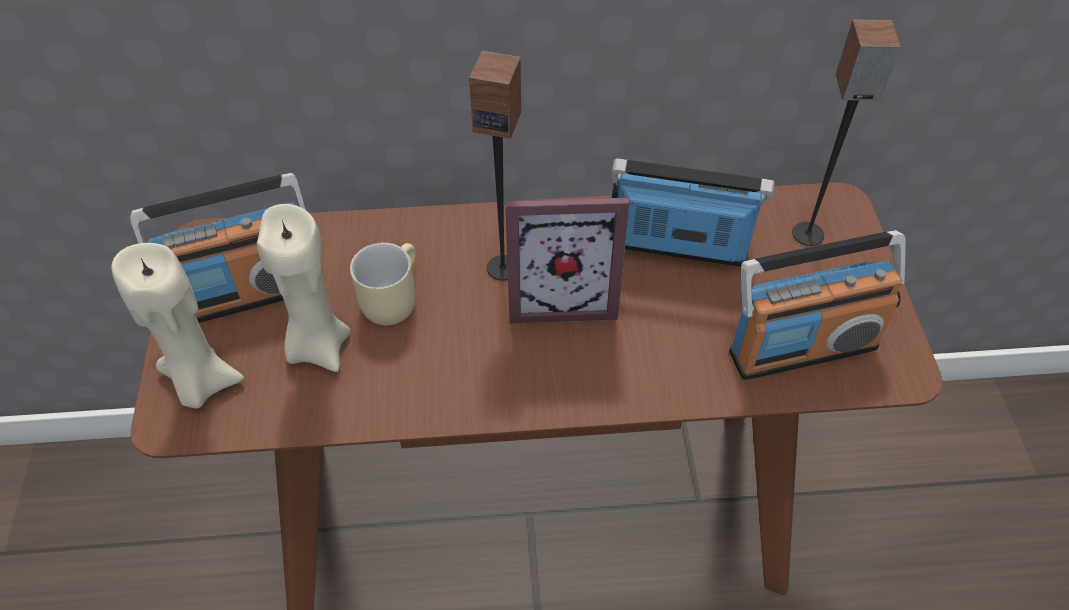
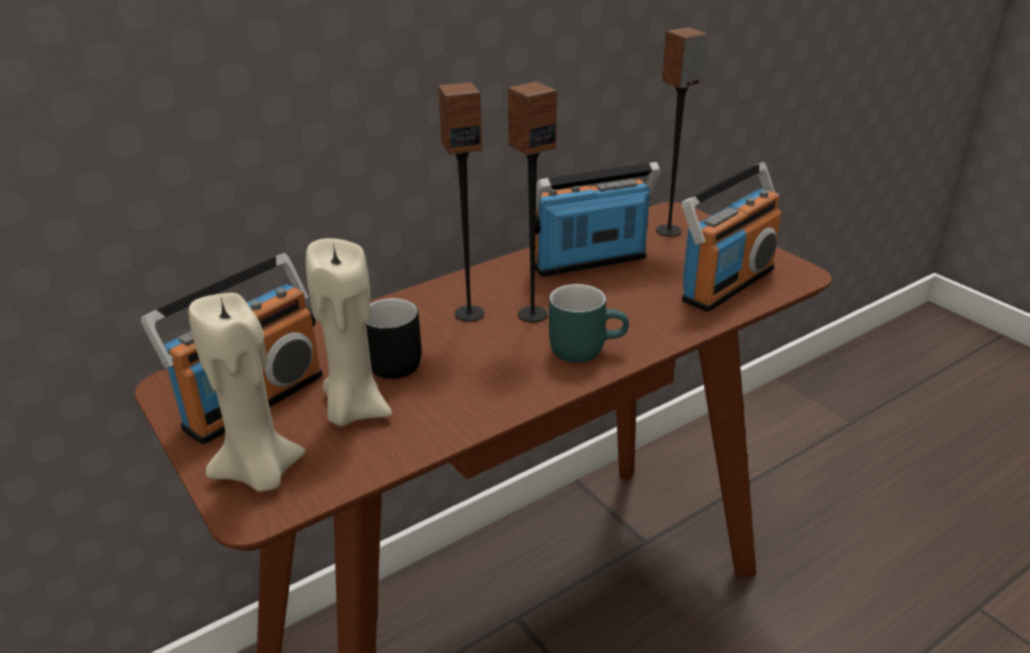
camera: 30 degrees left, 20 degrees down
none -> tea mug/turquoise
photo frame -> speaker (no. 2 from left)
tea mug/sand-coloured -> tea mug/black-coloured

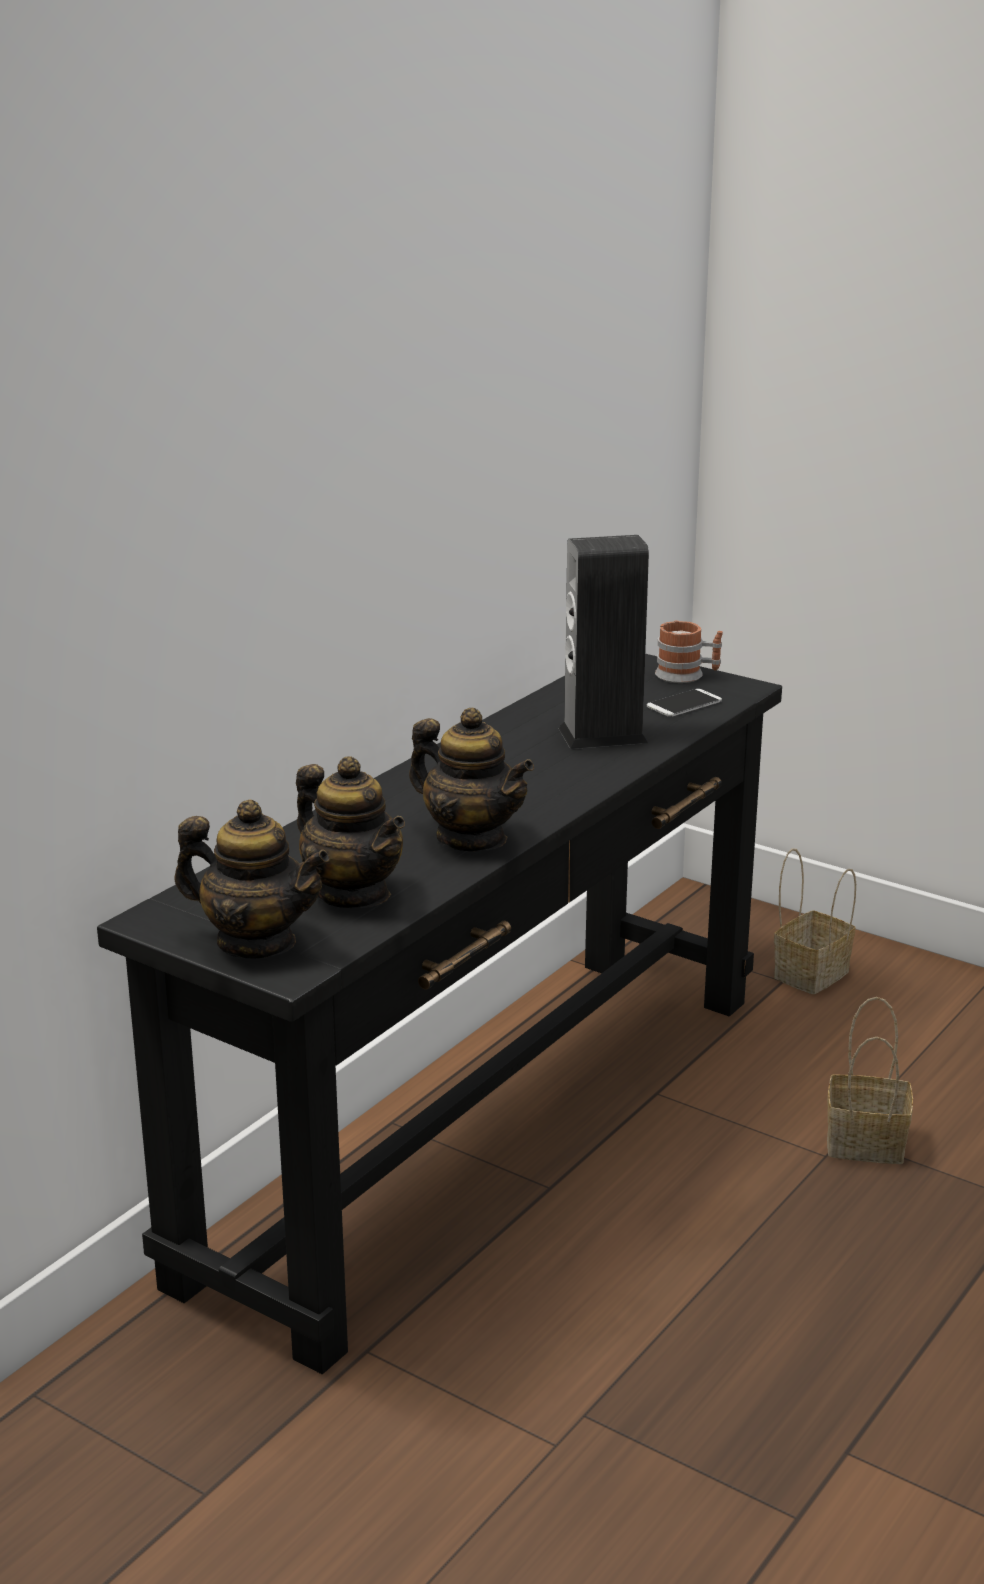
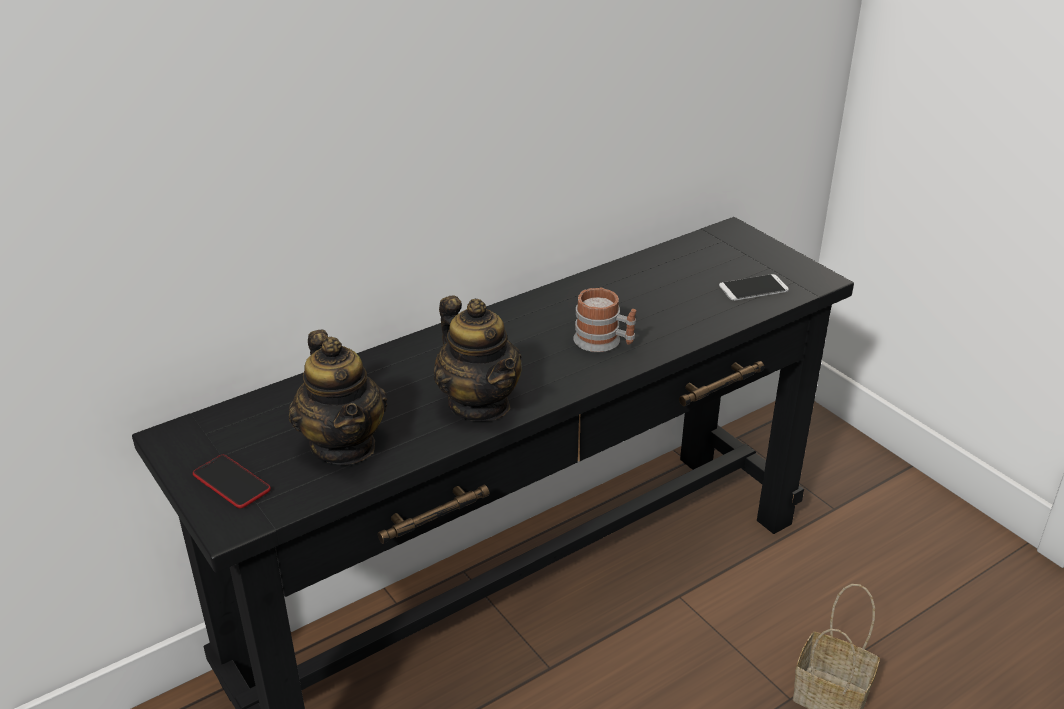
camera: 20 degrees right, 10 degrees up
speaker -> none
storage basket (no. 1 from left) -> none
tea mug, shifted
pot for tea (no. 1 from left) -> phone (no. 1 from left)

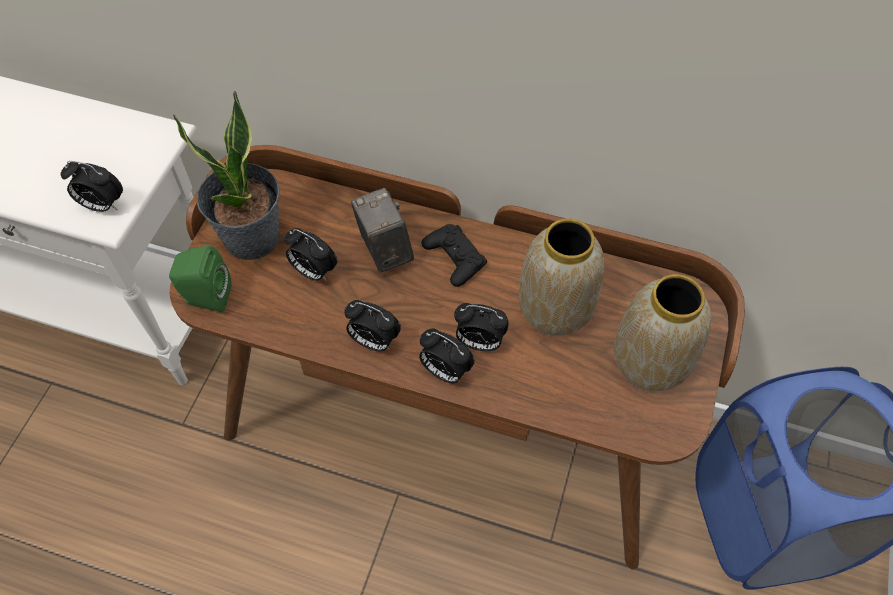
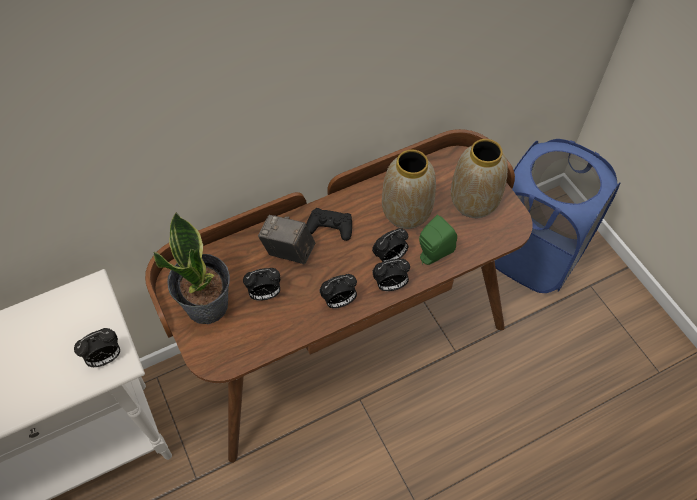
camera: 45 degrees left, 0 degrees up
speaker/green, shifted

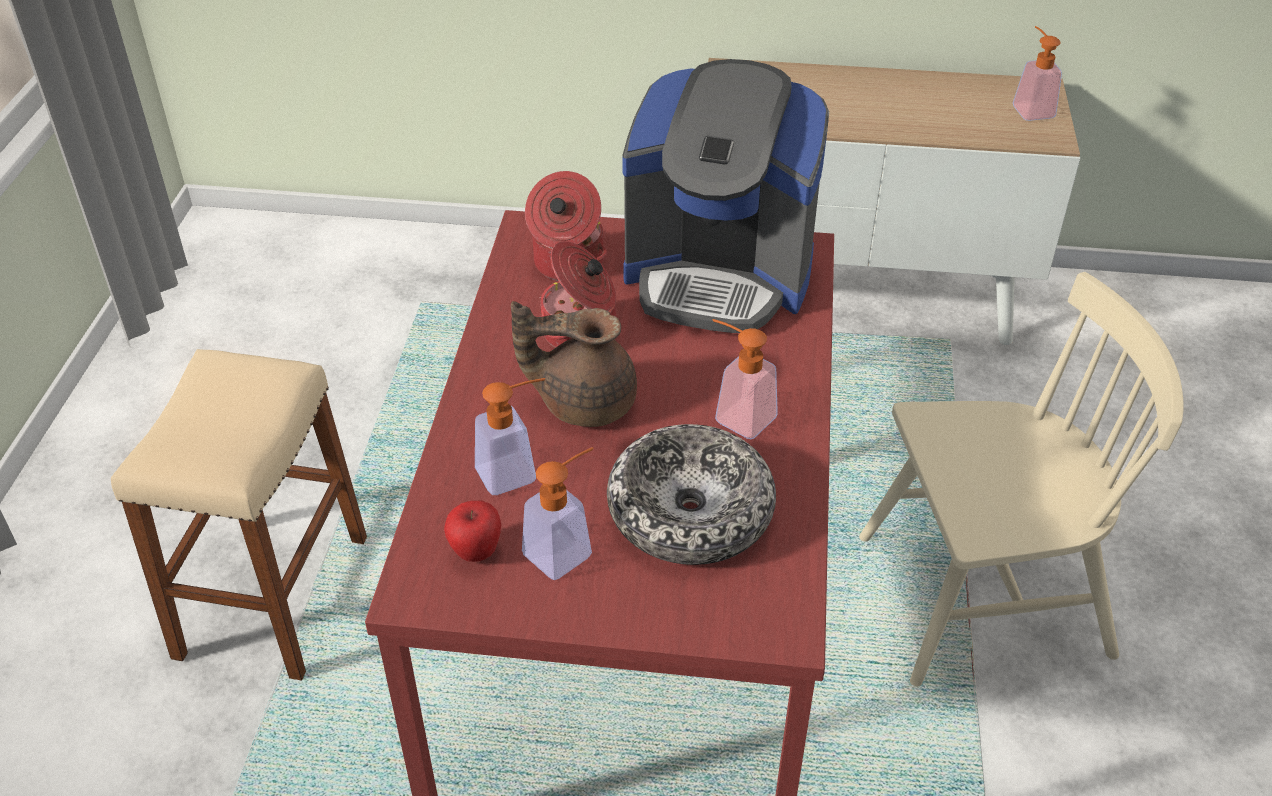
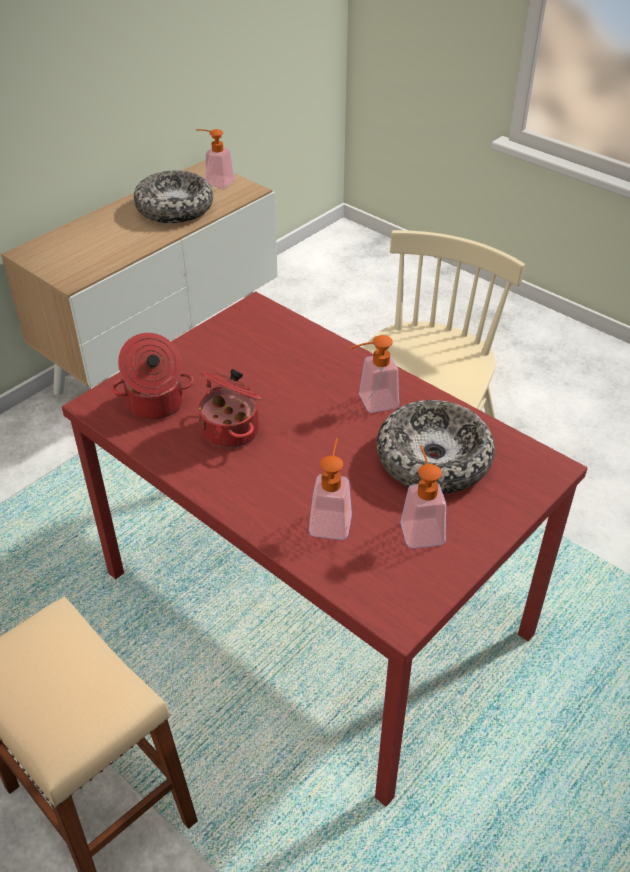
camera: 55 degrees left, 0 degrees up
whole apple -> none
pot for tea/brown -> none
coffee machine -> none
none -> serving bowl (no. 1 from left)

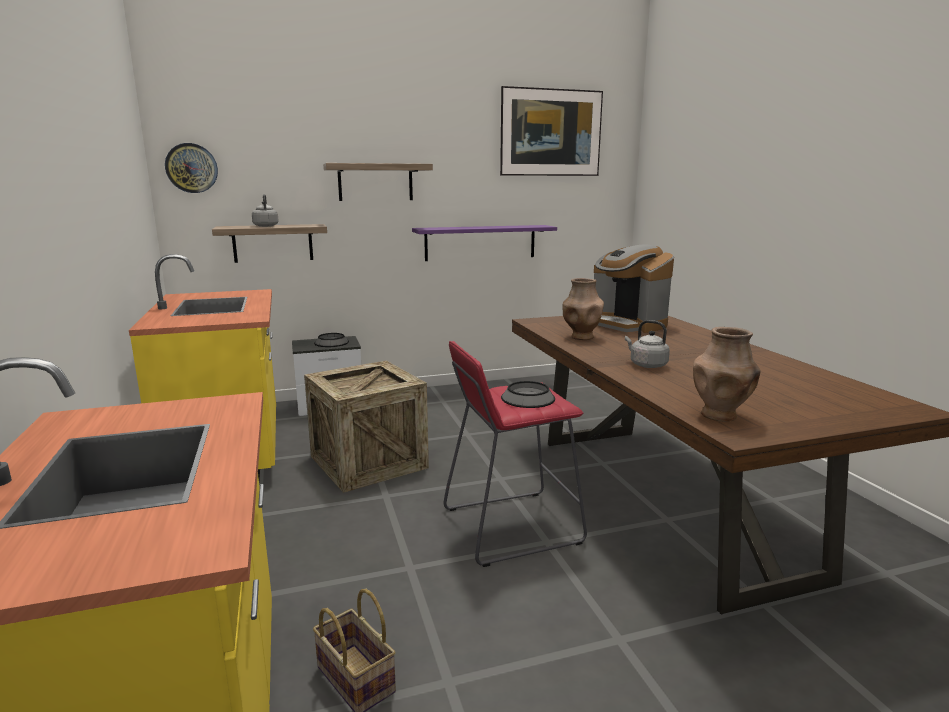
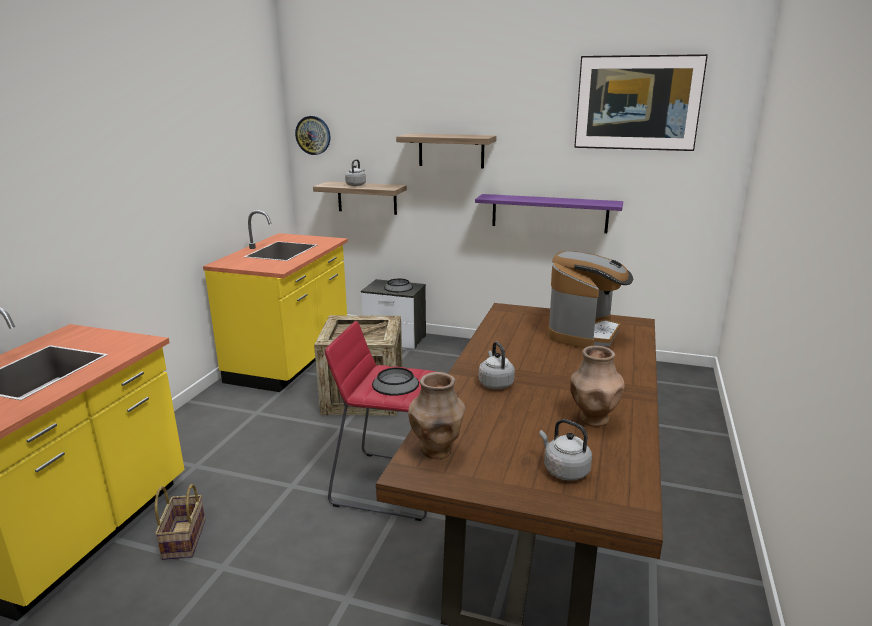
camera: 35 degrees right, 5 degrees up
none -> kettle/grey (no. 3 from left)
decorative vase/brown (no. 1 from left in the first image) -> decorative vase/brown (no. 2 from left), shifted
coffee machine, 150 degrees counterclockwise

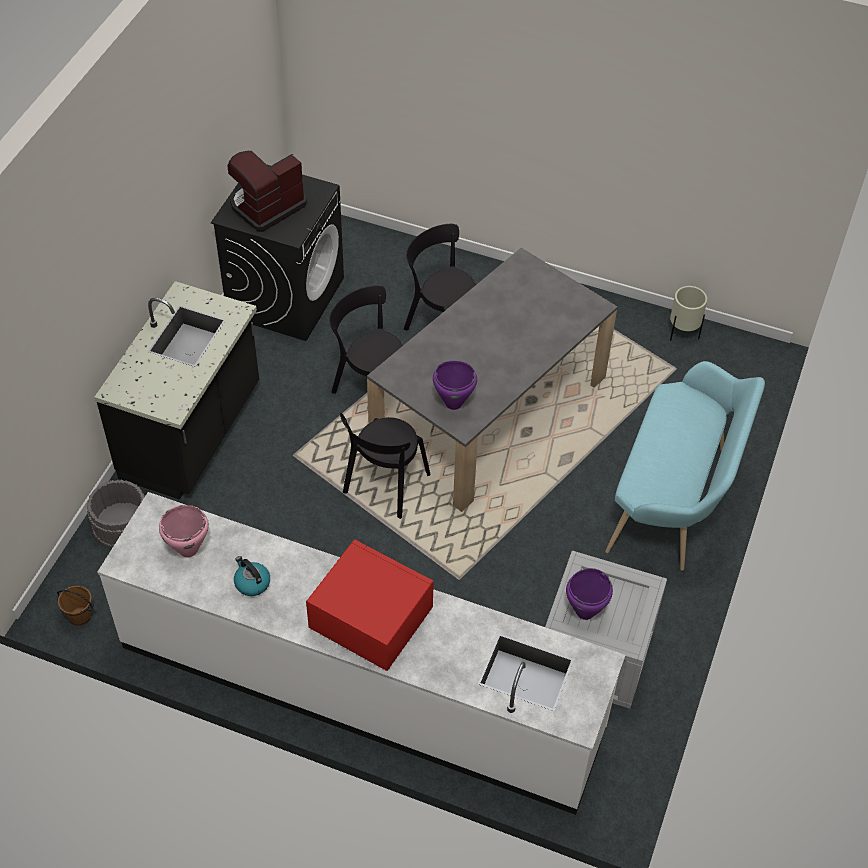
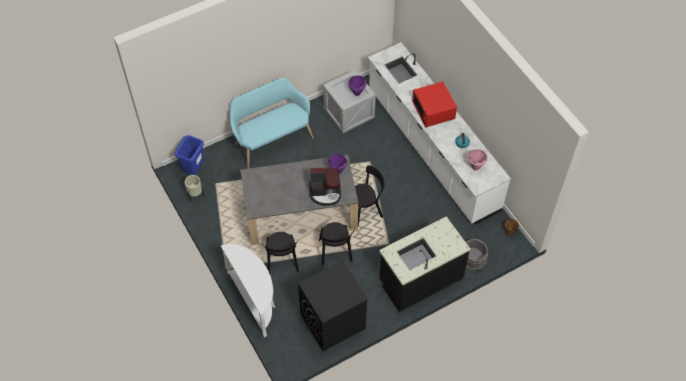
camera: 140 degrees left, 5 degrees up
none -> rubbish bin/blue-coloured
none -> console table/white
coffee machine, shifted

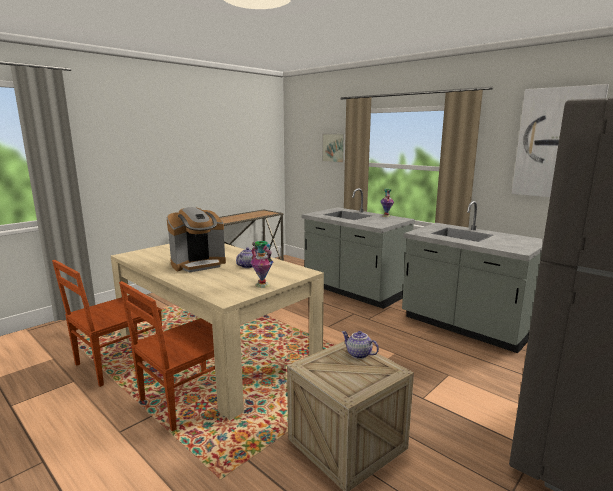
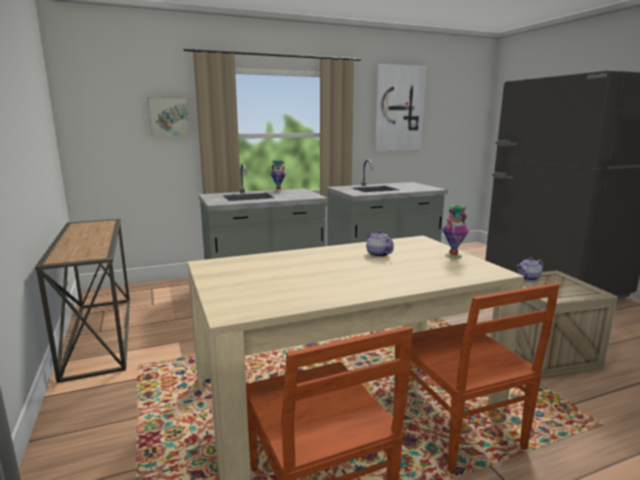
camera: 65 degrees left, 0 degrees up
coffee machine -> none

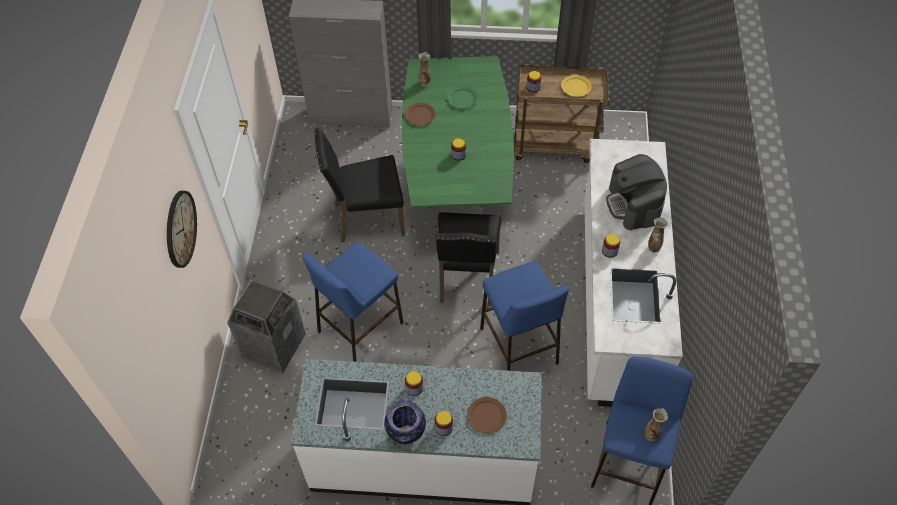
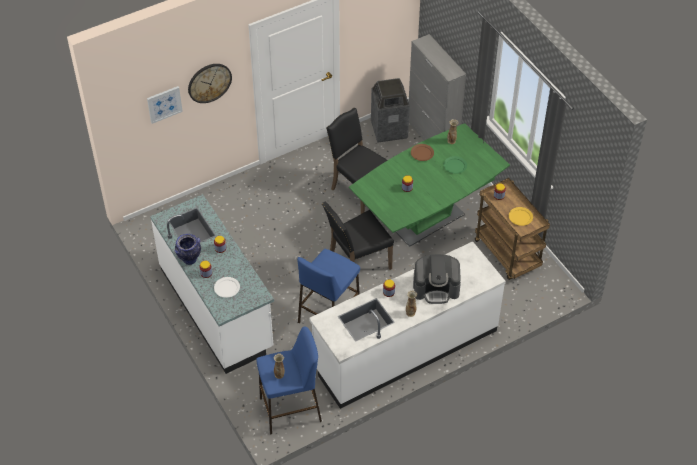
camera: 55 degrees right, 5 degrees down
sitting stool/blue-coloured (no. 1 from left) -> none
none -> wall art
rubbish bin, shifted
dinner plate/brown (no. 2 from left) -> dinner plate/white
coffee machine, 135 degrees counterclockwise

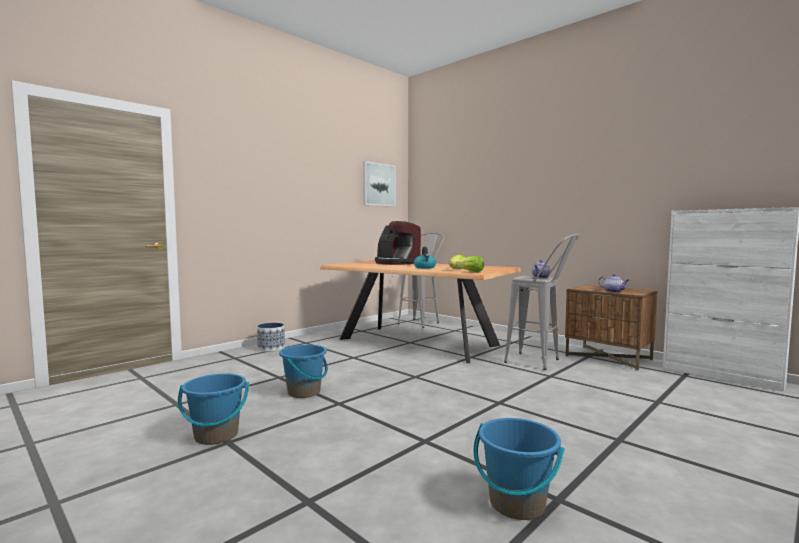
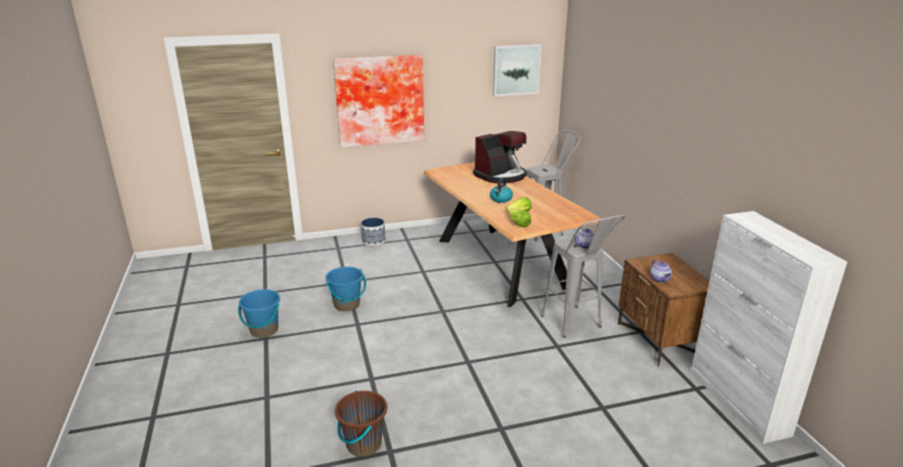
camera: 30 degrees right, 20 degrees up
none -> wall art (no. 1 from left)
water bucket/blue-coloured (no. 3 from left) -> water bucket/brown
coffee machine, 105 degrees counterclockwise

